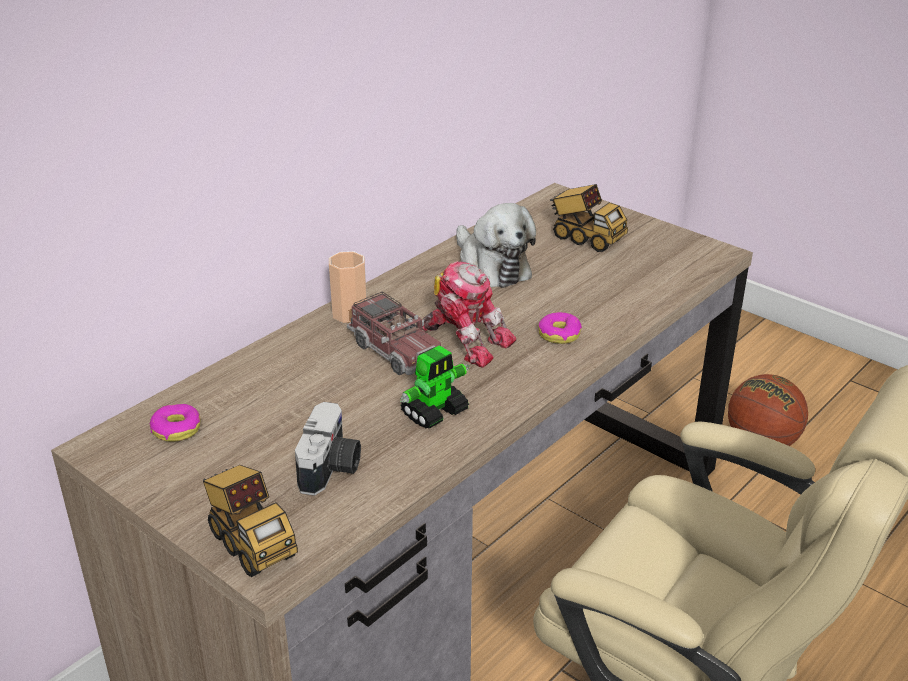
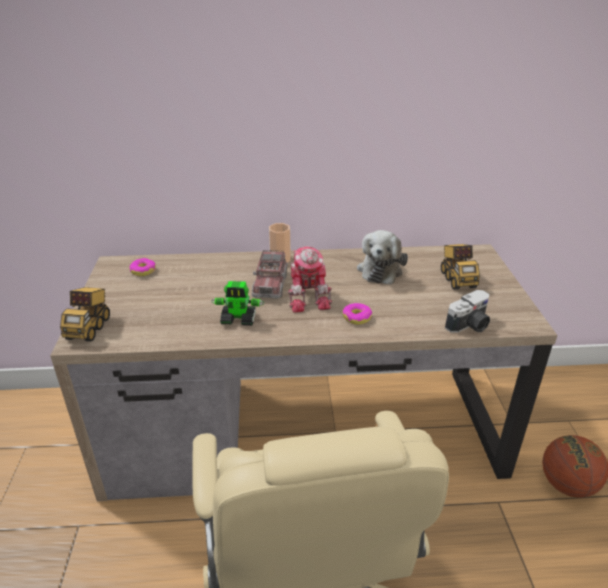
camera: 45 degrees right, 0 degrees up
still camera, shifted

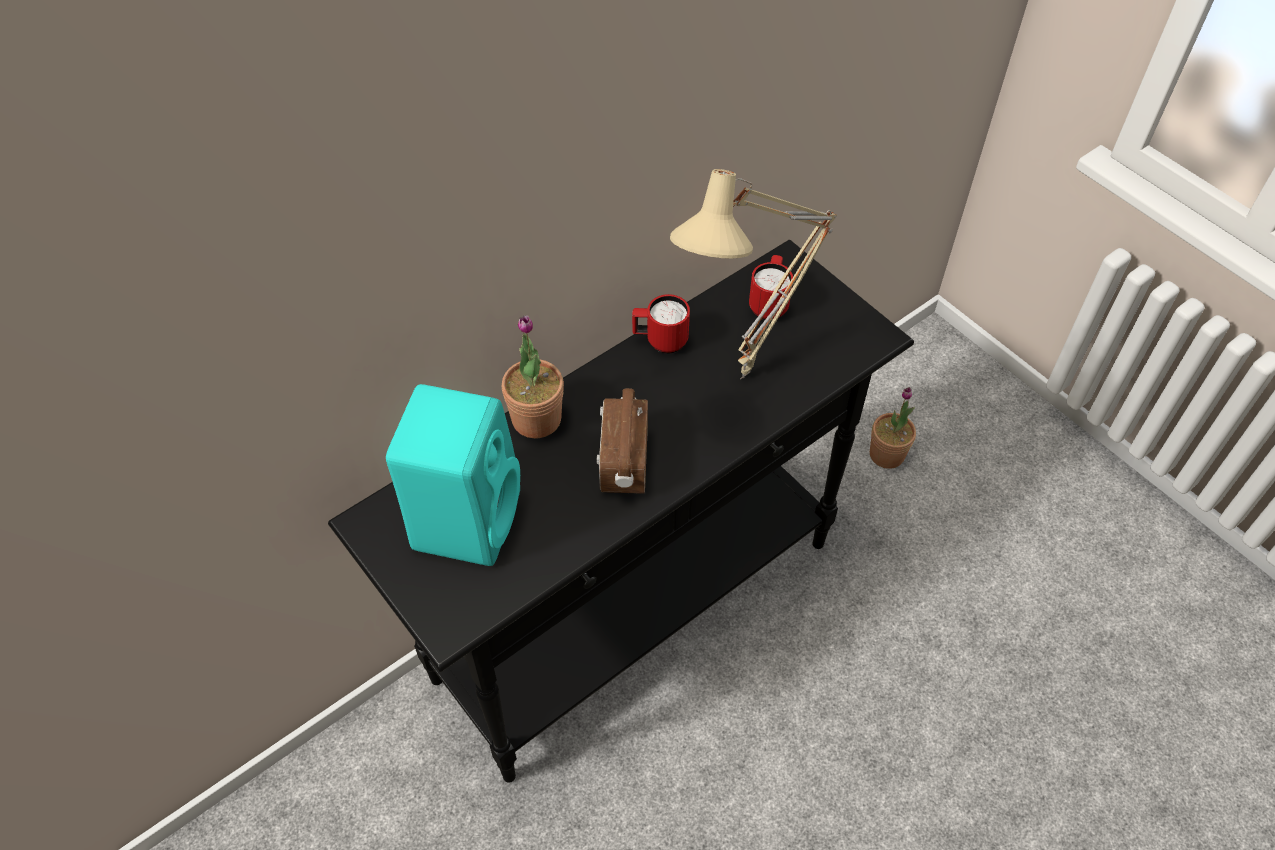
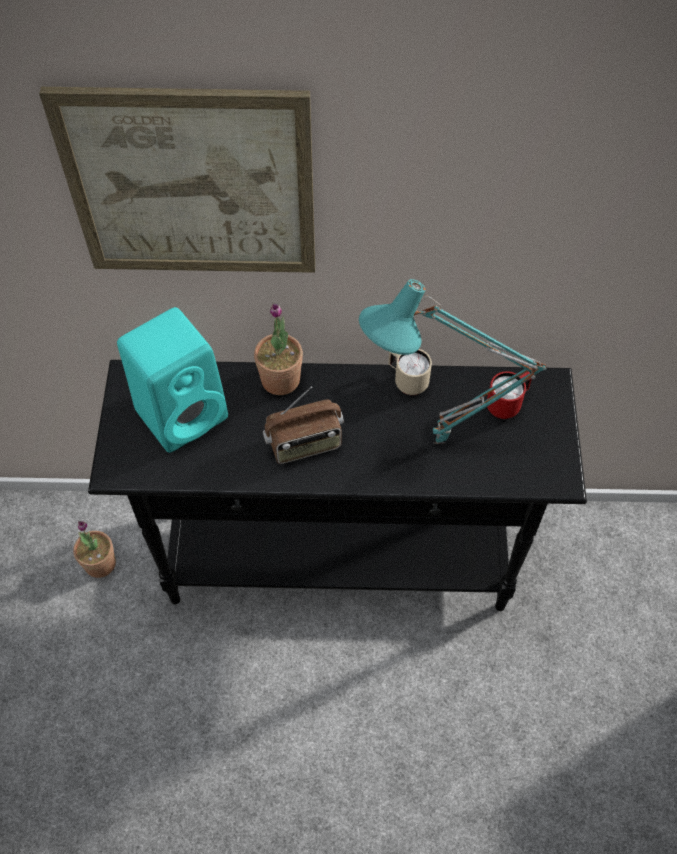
camera: 40 degrees right, 5 degrees up
none -> wall art
plant in a pot (no. 2 from left in the first image) -> plant in a pot (no. 1 from left), shifted
tea mug/reddish (no. 1 from left) -> tea mug/sand-coloured
table lamp/sand-coloured -> table lamp/turquoise
radio set, 150 degrees counterclockwise

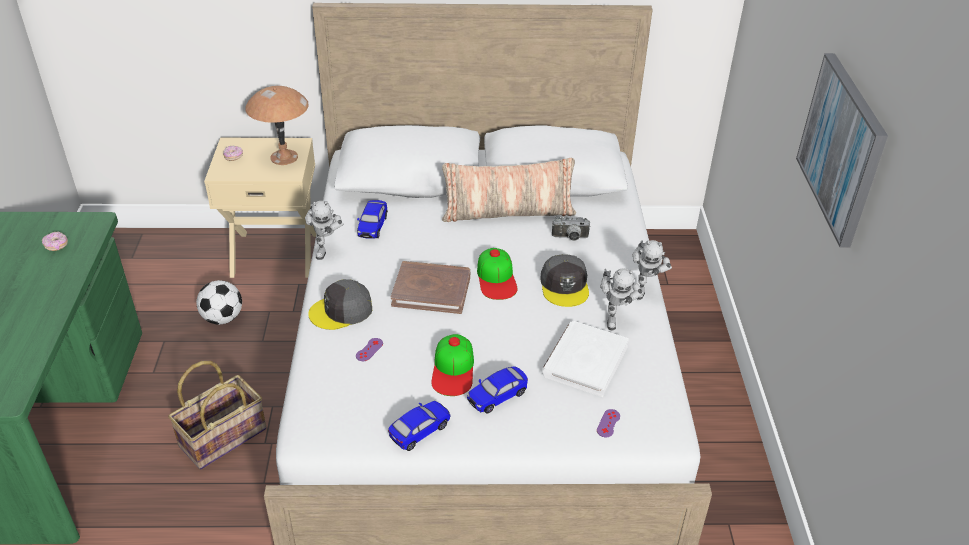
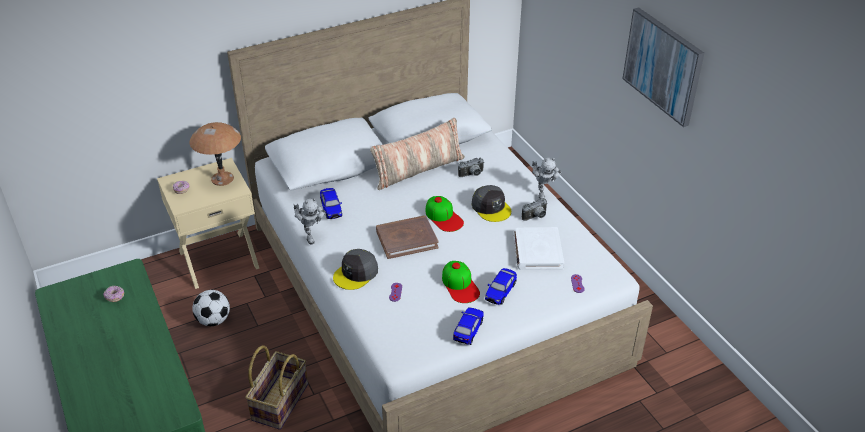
camera: 25 degrees left, 0 degrees up
model robot (no. 2 from left) -> still camera (no. 2 from left)

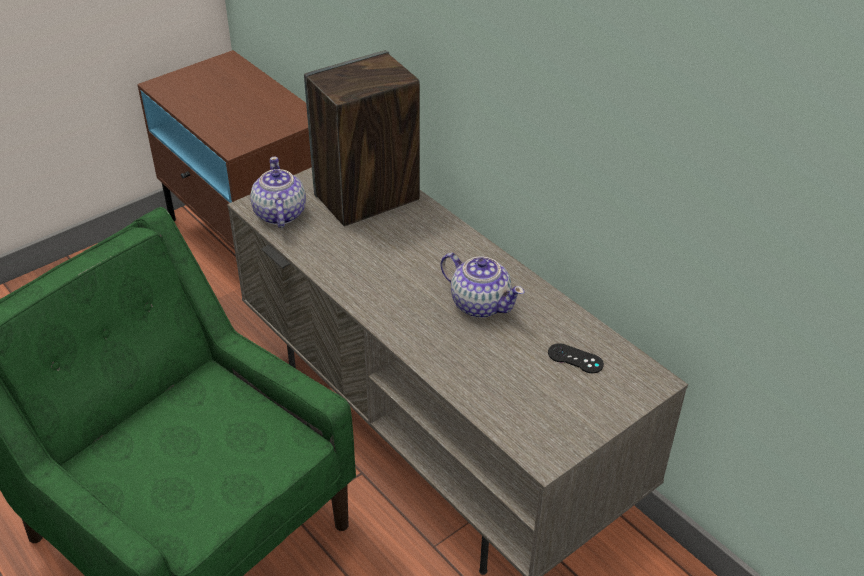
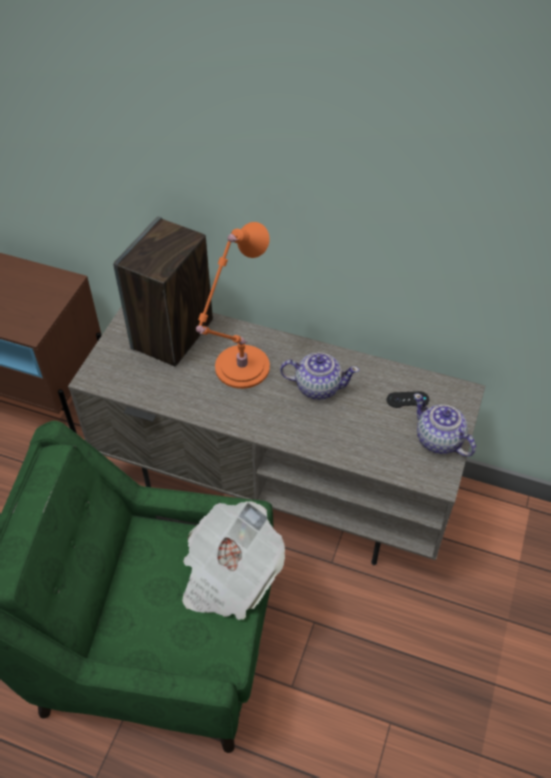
camera: 30 degrees left, 10 degrees up
none -> newspaper
none -> table lamp/orangey
pot for tea (no. 1 from left in the first image) -> pot for tea (no. 2 from left), shifted

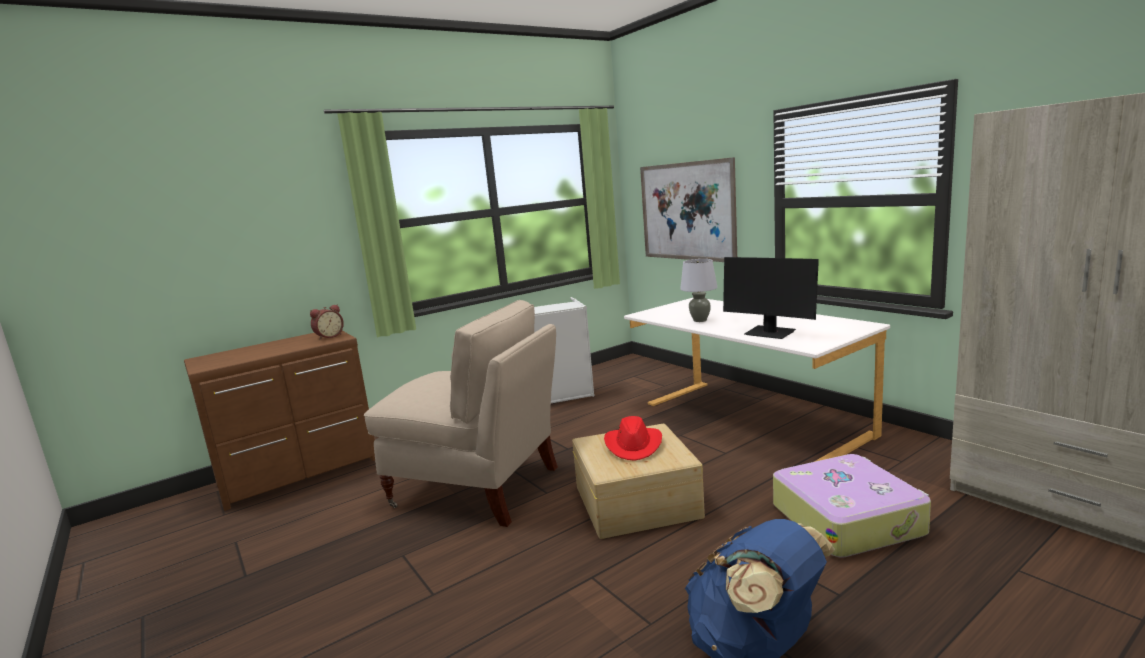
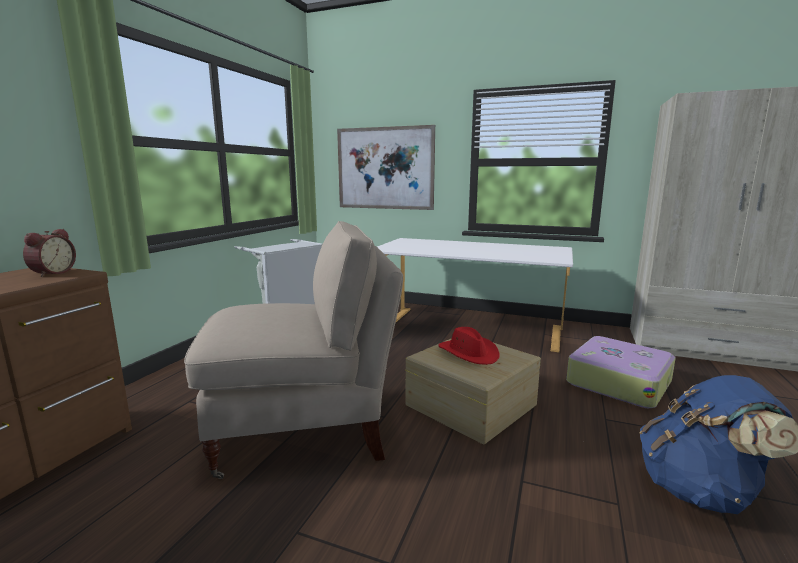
camera: 35 degrees left, 0 degrees up
table lamp/grey -> none
computer screen -> none

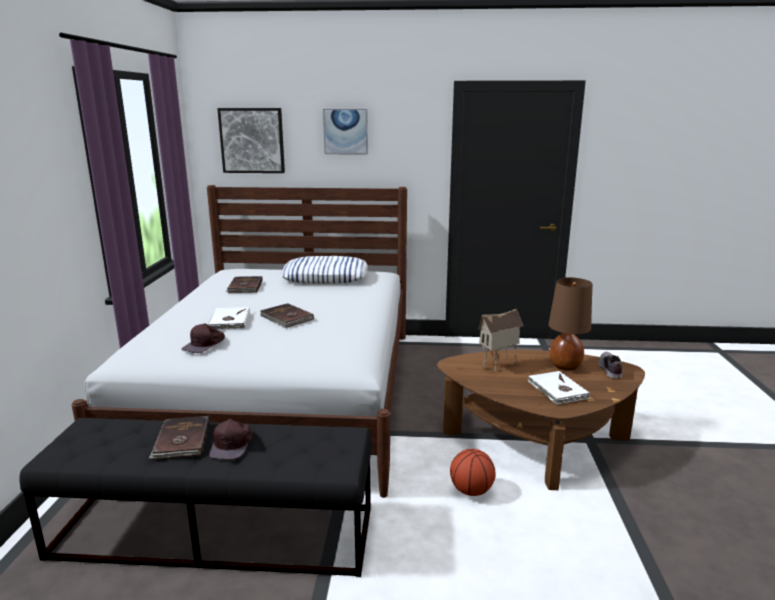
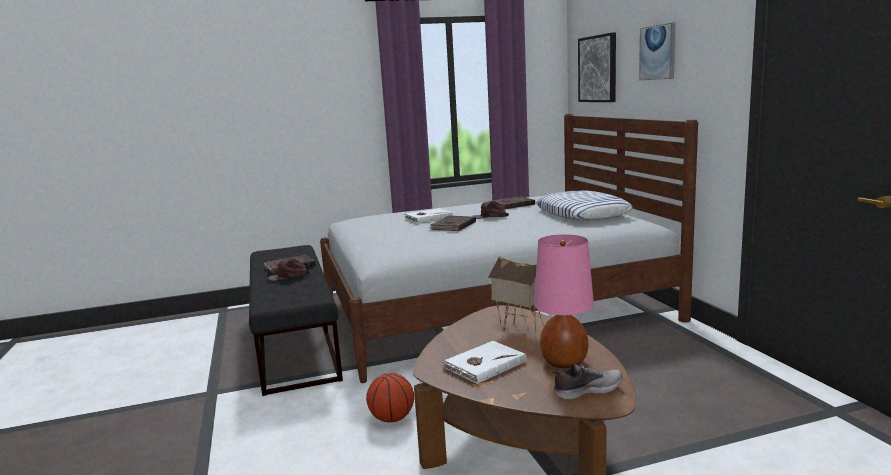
camera: 70 degrees right, 5 degrees down
cap/brown (no. 1 from left in the first image) -> cap/brown (no. 2 from left), shifted
table lamp/brown -> table lamp/pink-coloured

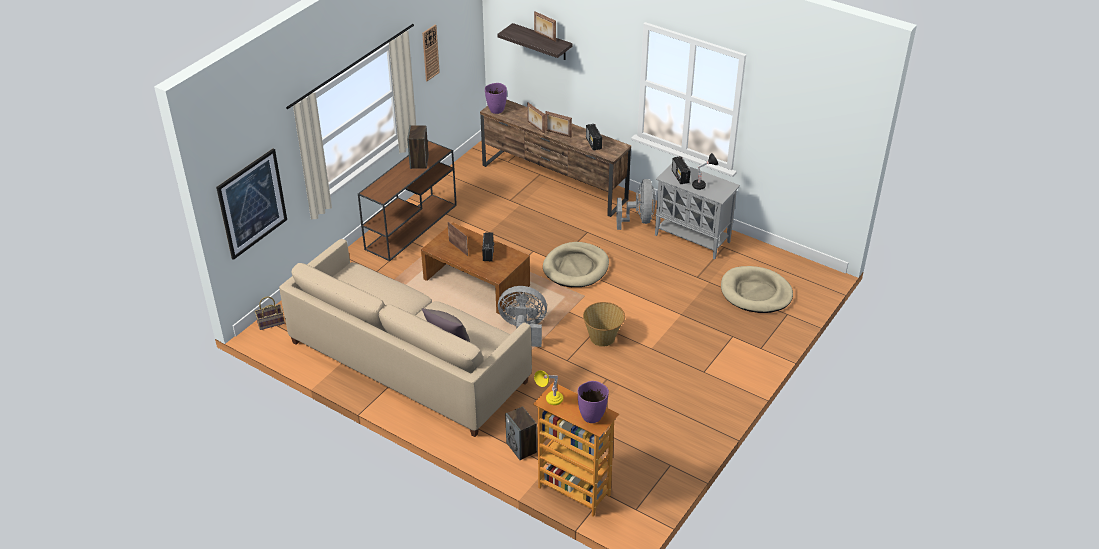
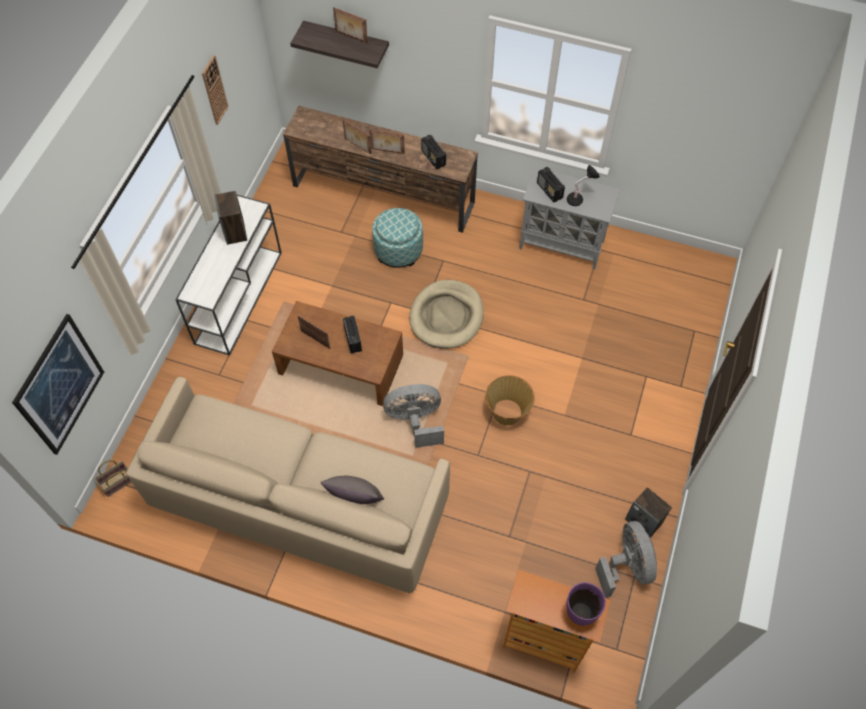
camera: 15 degrees left, 20 degrees up
decorative vase/purple-coloured (no. 1 from left) -> none
table lamp/yellowish -> none
dog cushion/sand-coloured (no. 2 from left) -> none
none -> ottoman
speaker (no. 2 from left), shifted
cooling fan/grey (no. 2 from left), shifted
console table/brown -> console table/white

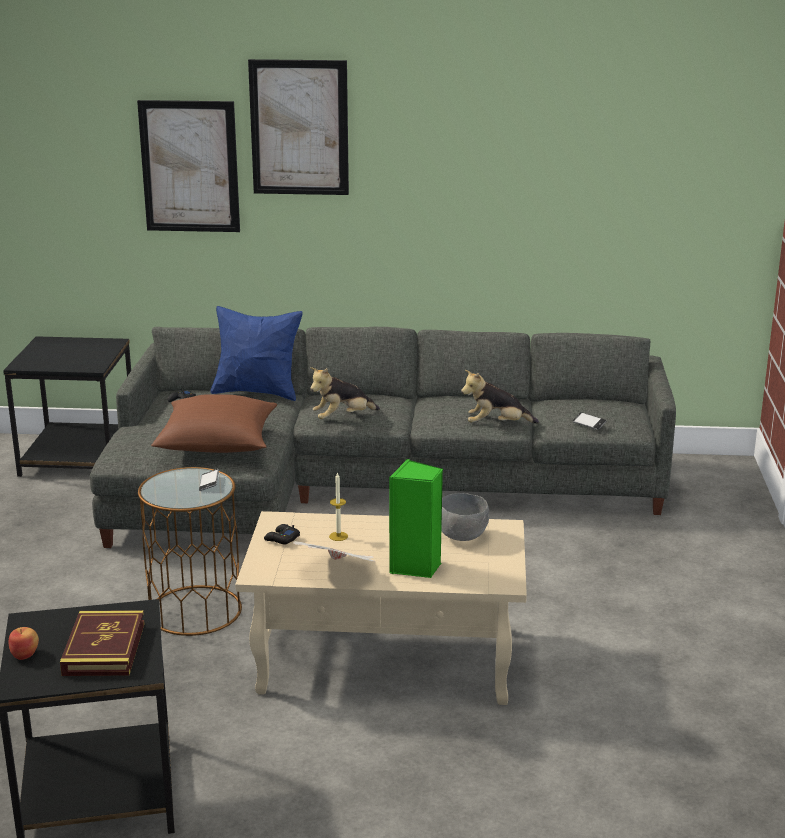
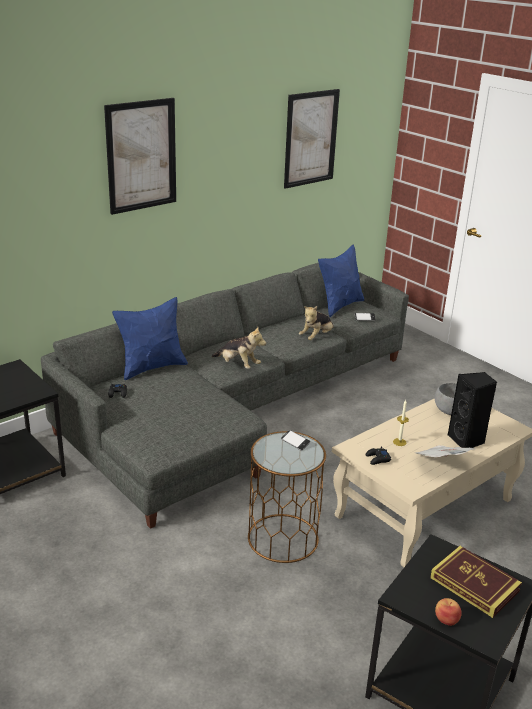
camera: 45 degrees left, 5 degrees up
pillow/brown -> none
none -> pillow/blue-coloured (no. 2 from left)
wall art (no. 1 from left in the first image) -> wall art (no. 2 from left), shifted
speaker/green -> speaker/black-coloured
cuddly toy (no. 1 from left), 75 degrees counterclockwise

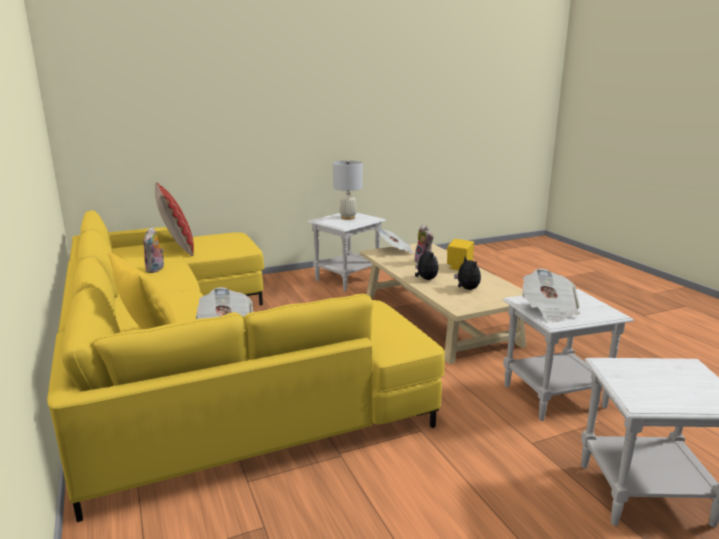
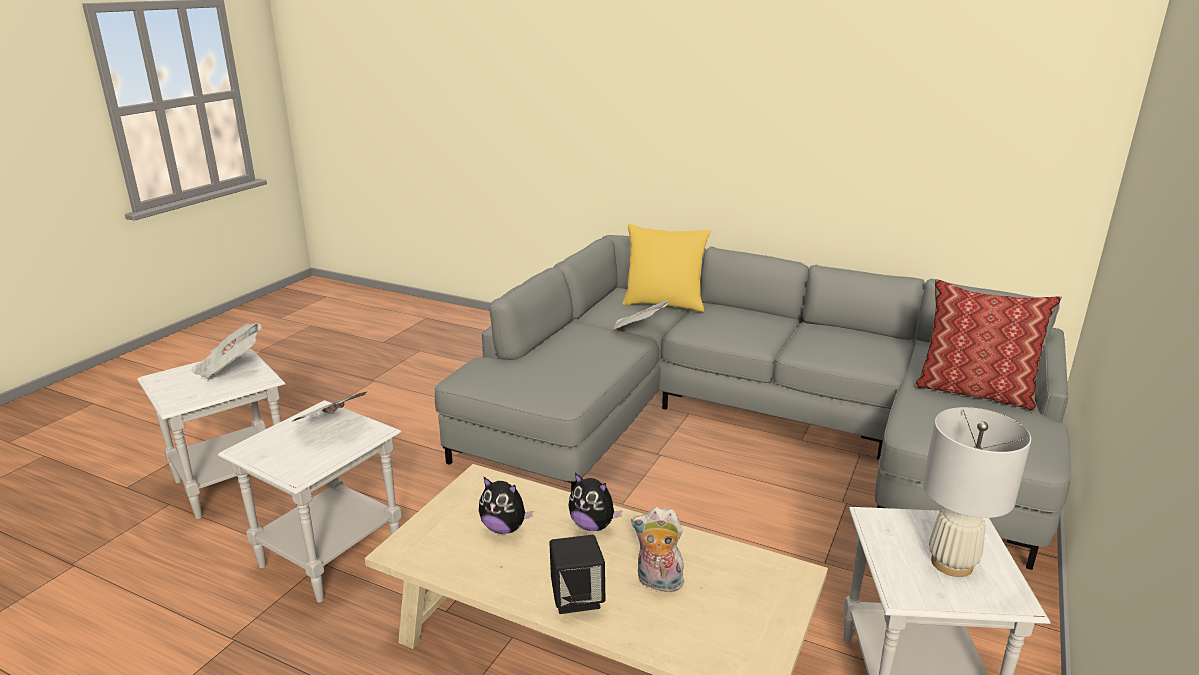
camera: 140 degrees right, 5 degrees up
cuddly toy (no. 1 from left) -> none
newspaper (no. 2 from left in the first image) -> newspaper (no. 1 from left), shifted
settee/yellowish -> settee/grey
speaker/yellowish -> speaker/black-coloured

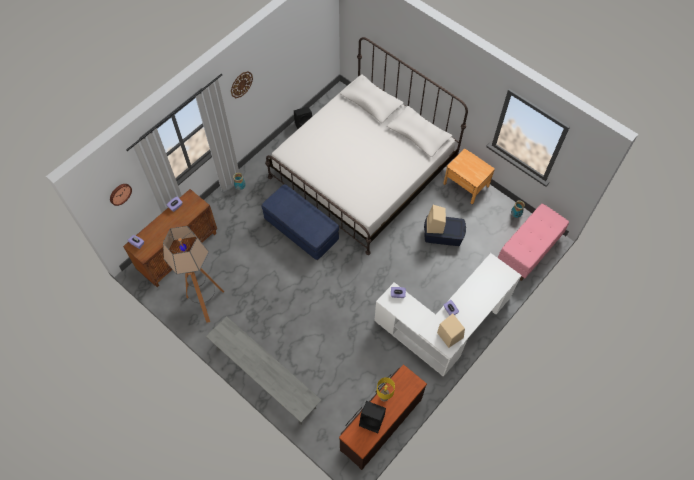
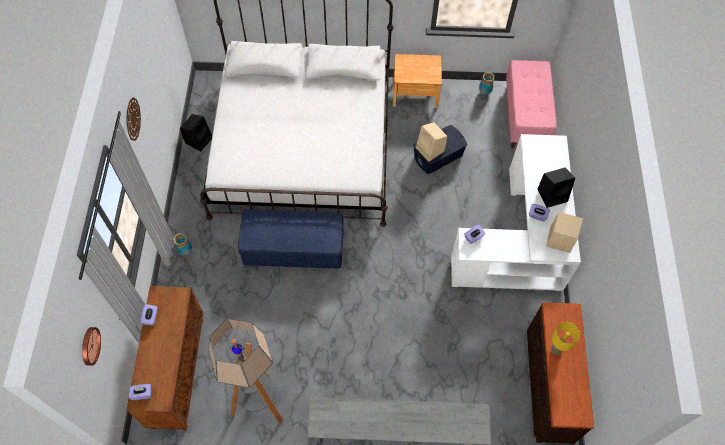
camera: 40 degrees left, 0 degrees up
speaker/black-coloured (no. 2 from left), shifted

